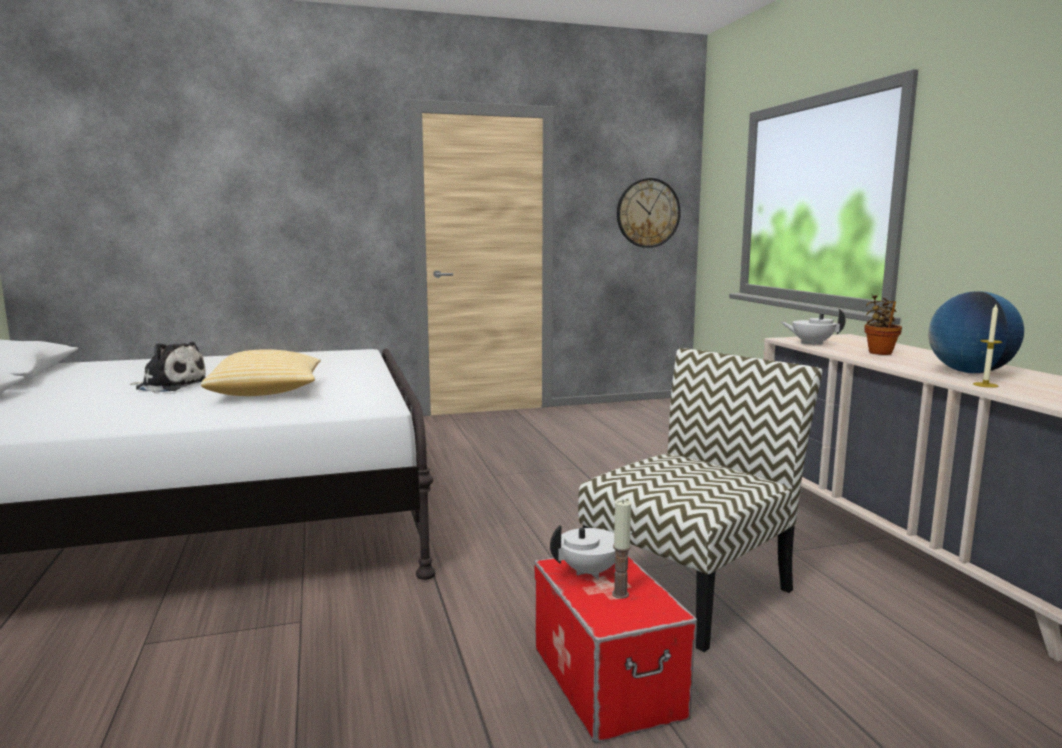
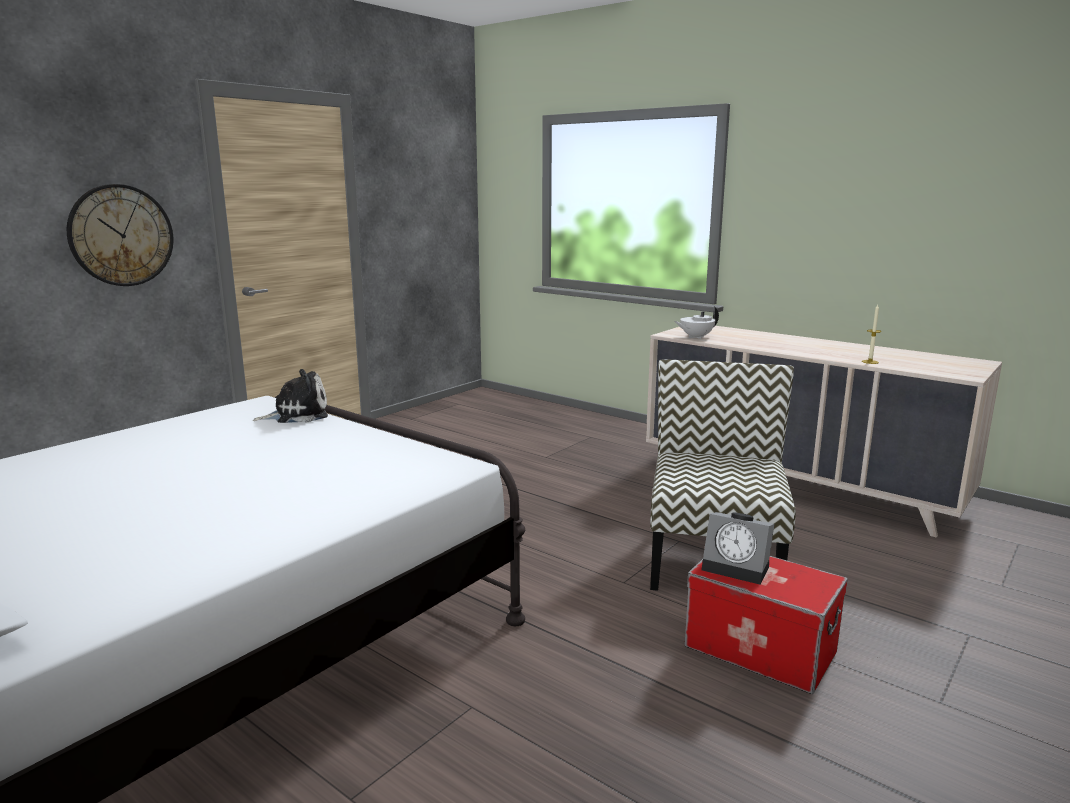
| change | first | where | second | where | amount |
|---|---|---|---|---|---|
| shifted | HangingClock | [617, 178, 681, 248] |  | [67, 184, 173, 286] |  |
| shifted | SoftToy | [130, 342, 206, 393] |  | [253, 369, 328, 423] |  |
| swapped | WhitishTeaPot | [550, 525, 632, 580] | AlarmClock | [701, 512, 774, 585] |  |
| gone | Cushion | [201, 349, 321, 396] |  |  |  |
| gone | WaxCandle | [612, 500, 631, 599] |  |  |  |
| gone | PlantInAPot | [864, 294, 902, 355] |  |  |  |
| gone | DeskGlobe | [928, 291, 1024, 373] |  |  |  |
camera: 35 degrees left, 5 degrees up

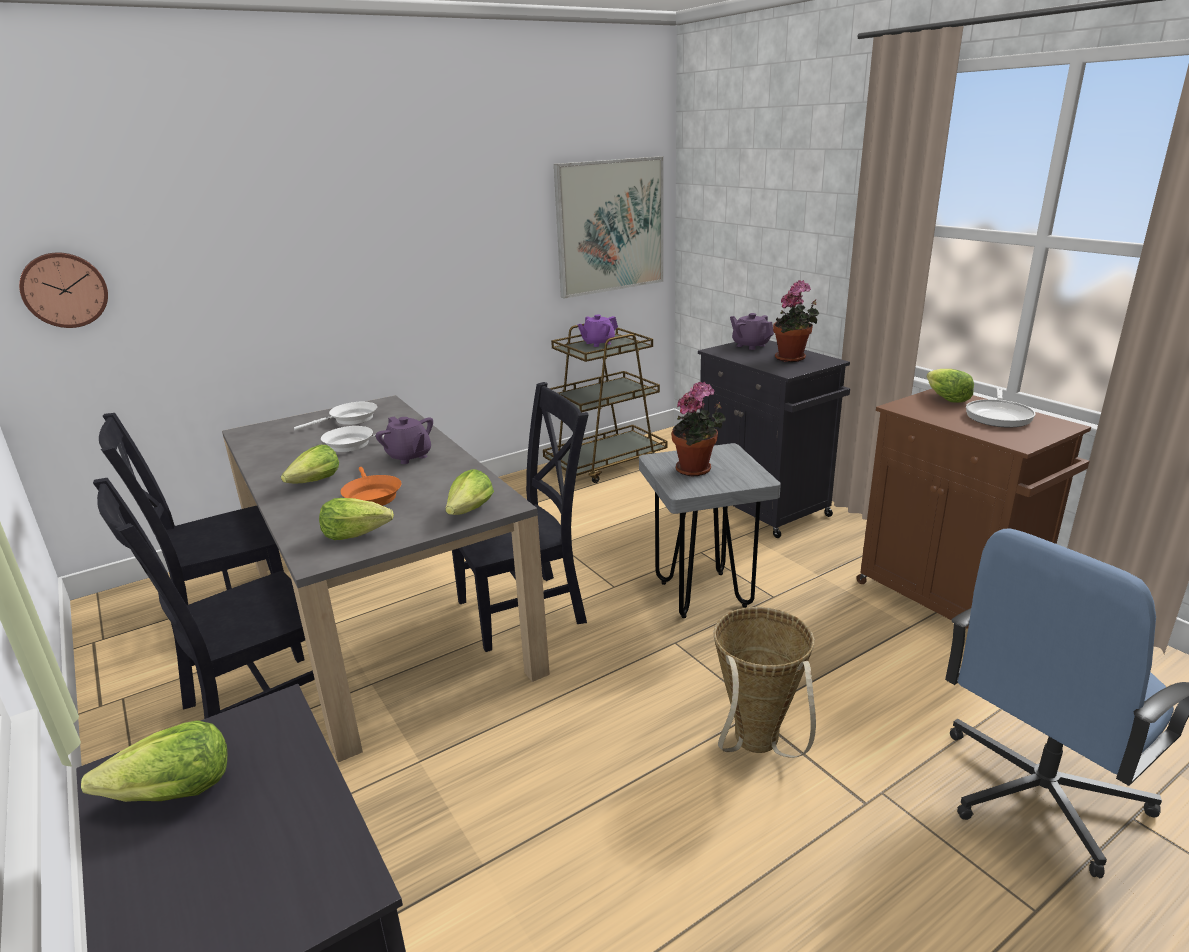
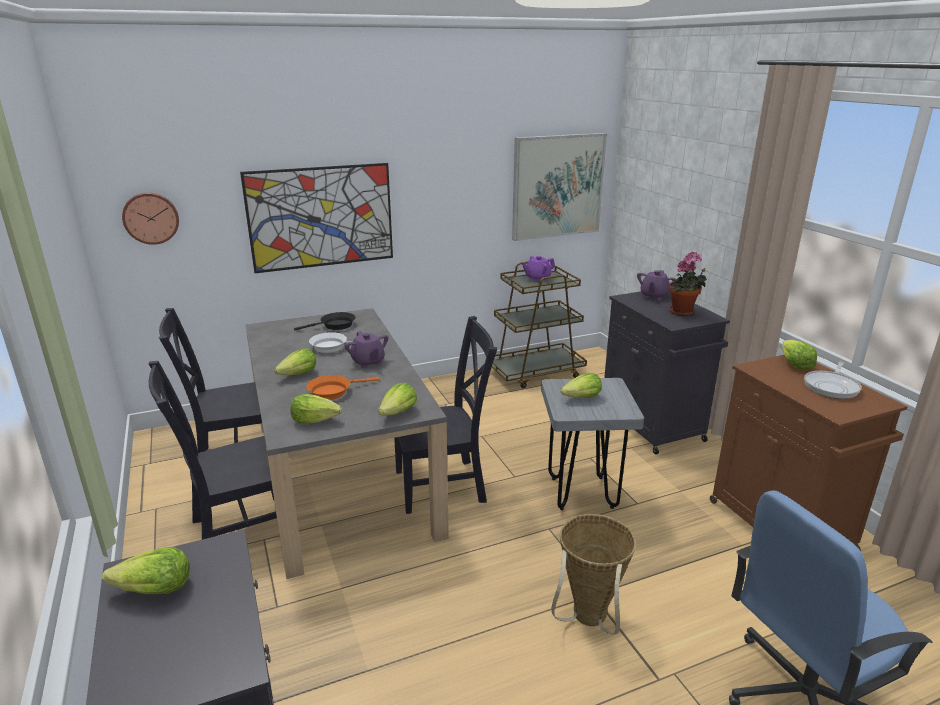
| change | first | where | second | where | amount |
|---|---|---|---|---|---|
| new |  |  | WallPicture | [240, 163, 393, 273] |  |
| repainted | WhitishSkillet | [294, 402, 377, 431] | BlackColouredSkillet | [294, 312, 355, 330] |  |
| rotated | OrangeySkillet | [340, 467, 401, 506] |  | [306, 375, 380, 400] | 75 degrees clockwise |
| swapped | PlantInAPot | [671, 381, 726, 476] | LettuceHead | [560, 373, 602, 398] |  |
| rotated | PurpleColouredTeaPot | [730, 313, 774, 350] |  | [637, 270, 676, 300] | 120 degrees counterclockwise |
camera: 10 degrees right, 0 degrees up

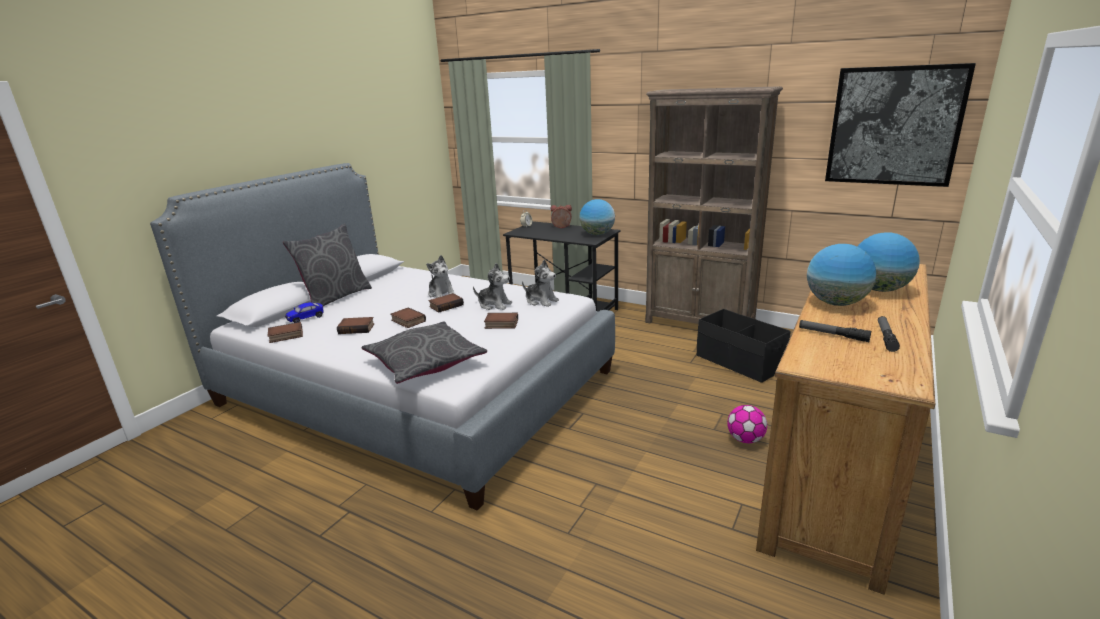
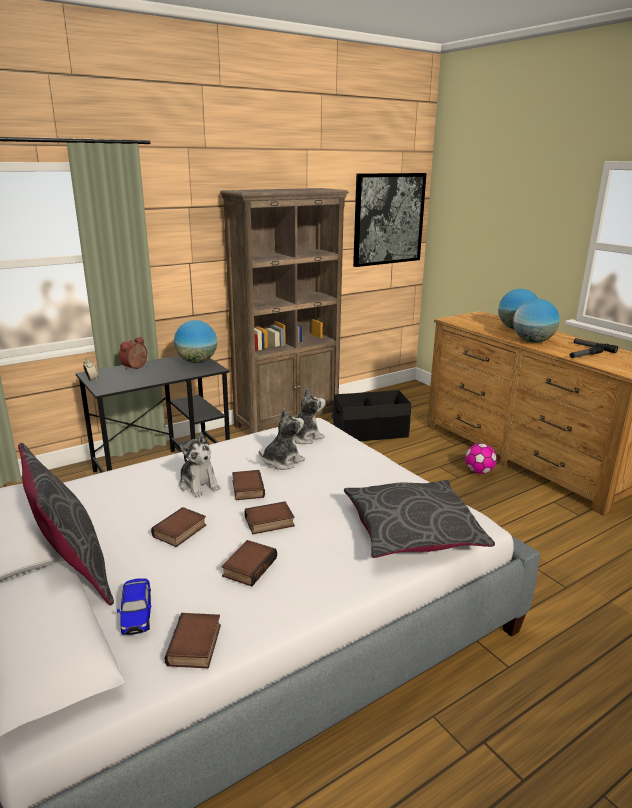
| change | first | where | second | where | amount |
|---|---|---|---|---|---|
| shifted | BoundBook | [484, 313, 518, 329] |  | [151, 507, 206, 547] |  |
| rotated | SoftToy | [426, 255, 456, 298] |  | [179, 432, 221, 497] | 60 degrees clockwise |
camera: 65 degrees left, 0 degrees up

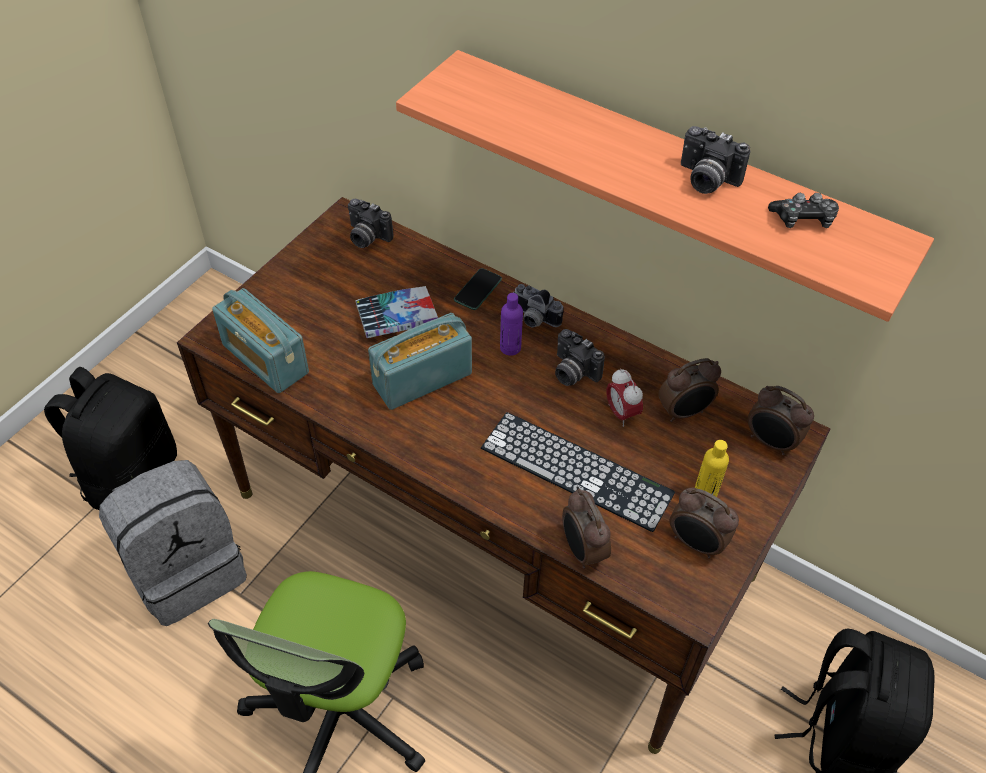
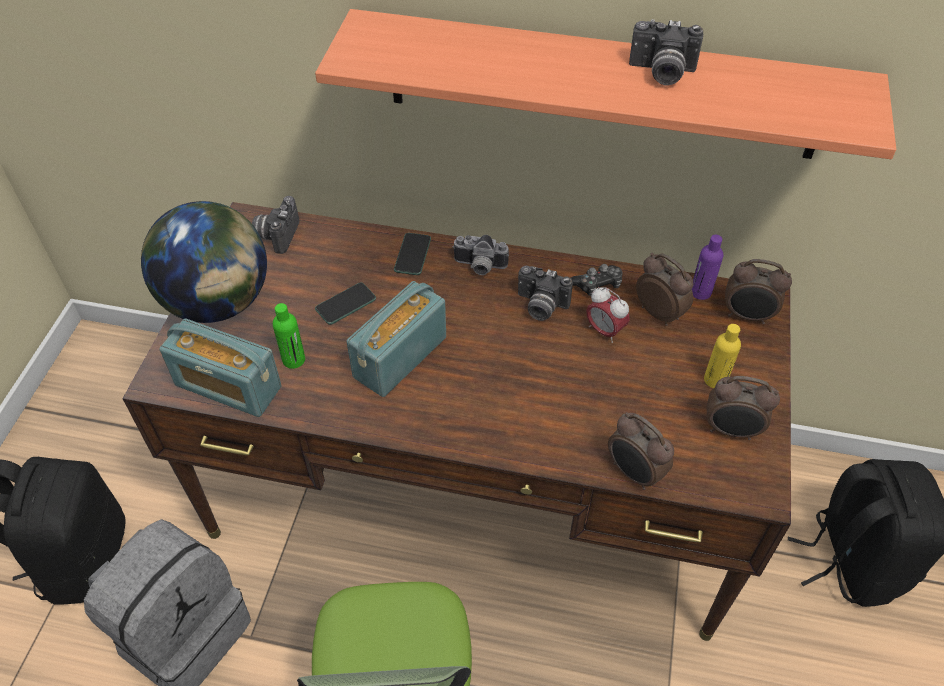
| change | first | where | second | where | amount |
|---|---|---|---|---|---|
| new |  |  | DeskGlobe | [141, 201, 267, 323] |  |
| rotated | StillCamera | [348, 199, 393, 248] |  | [252, 196, 299, 254] | 90 degrees clockwise |
| new |  |  | GreenishDrinkBottle | [273, 303, 305, 369] |  |
| swapped | BoundBook | [356, 286, 438, 338] | Phone | [315, 282, 376, 325] |  |
| shifted | Joypad | [768, 193, 839, 228] |  | [571, 264, 623, 296] |  |
| rotated | AlarmClock | [658, 358, 721, 422] |  | [636, 253, 694, 326] | 90 degrees counterclockwise |
| shifted | PurpleColouredDrinkBottle | [500, 293, 523, 356] |  | [692, 235, 723, 300] |  |
| gone | PcKeyboard | [481, 412, 675, 532] |  |  |  |
camera: 20 degrees left, 0 degrees up

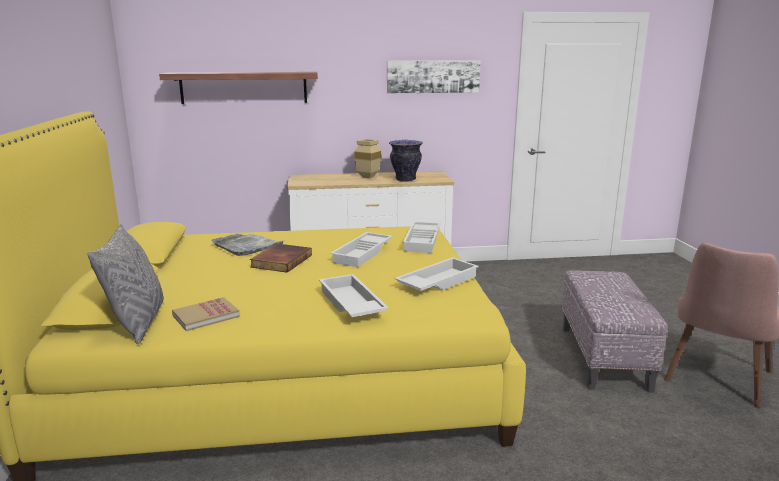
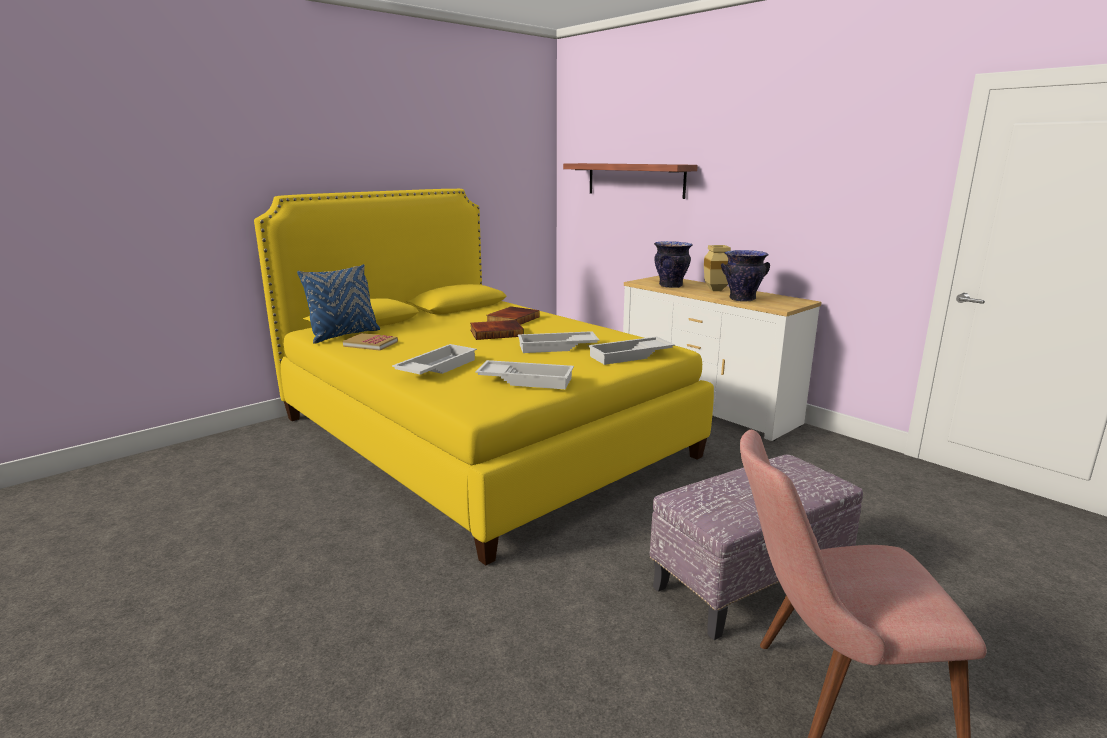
| change | first | where | second | where | amount |
|---|---|---|---|---|---|
| repainted | GreyishCushion | [87, 224, 164, 344] | BlueColouredCushion | [297, 264, 380, 344] |  |
| swapped | GreyishTray | [212, 234, 283, 256] | BoundBook | [486, 306, 539, 325] |  |
| new |  |  | FlowerVase | [654, 241, 693, 288] |  |
| gone | WallPicture | [387, 60, 481, 93] |  |  |  |
camera: 55 degrees right, 0 degrees up

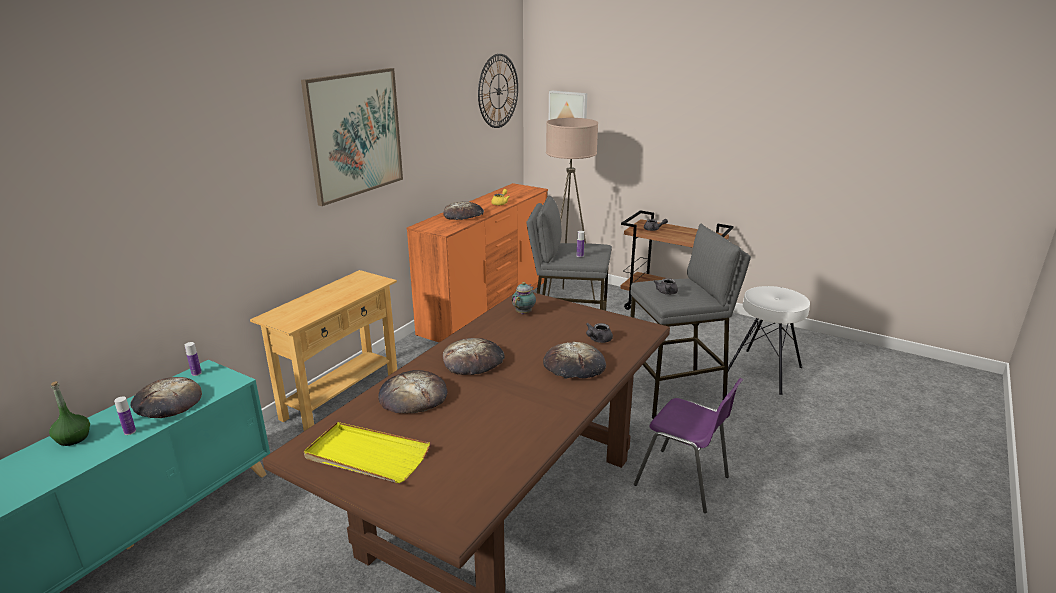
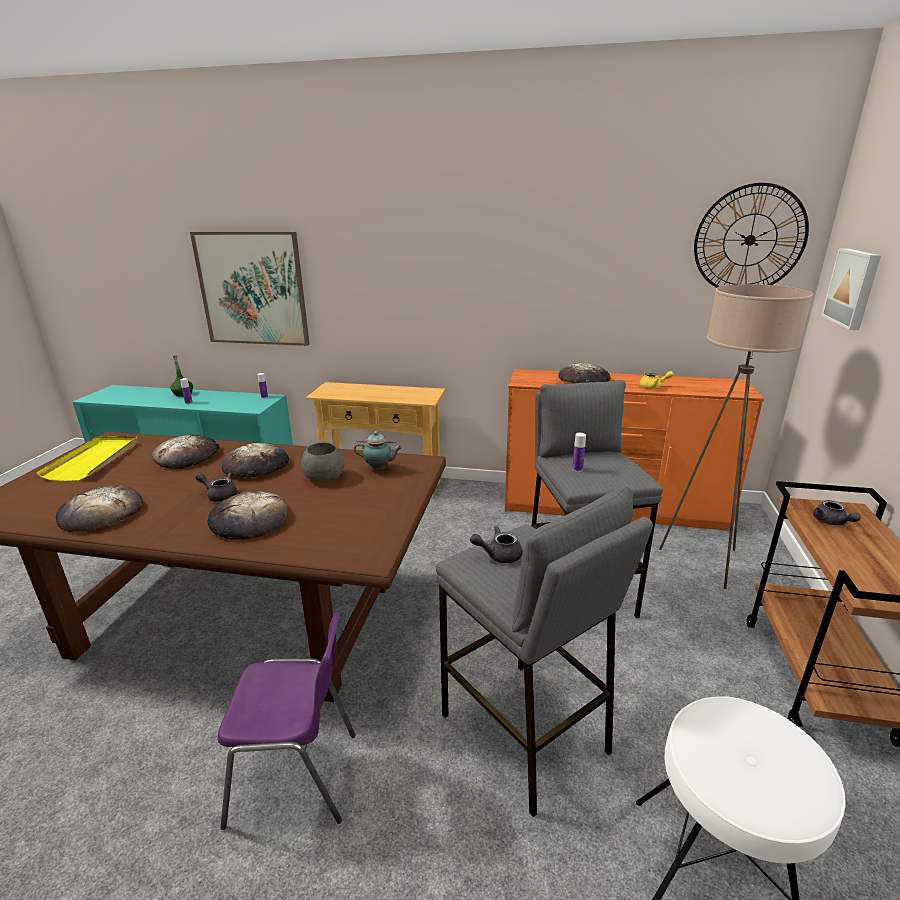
| change | first | where | second | where | amount |
|---|---|---|---|---|---|
| shifted | BakedBread | [130, 377, 202, 418] |  | [56, 485, 143, 532] |  |
| shifted | WallPicture | [301, 68, 403, 206] |  | [190, 232, 310, 346] |  |
| shifted | GreyishTeaPot | [586, 323, 613, 343] |  | [195, 473, 237, 502] |  |
| rotated | PurpleColouredChair | [634, 378, 743, 513] |  | [217, 613, 356, 830] | 105 degrees counterclockwise |
| new |  |  | GreyishDeepDish | [301, 442, 345, 482] |  |
camera: 70 degrees right, 0 degrees up

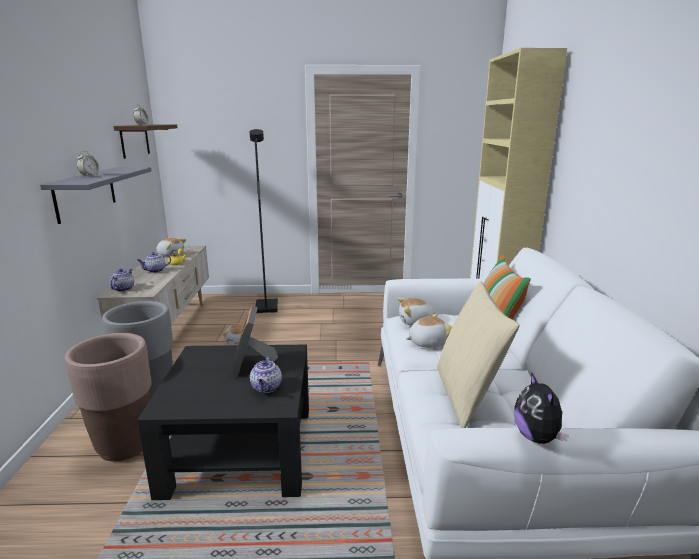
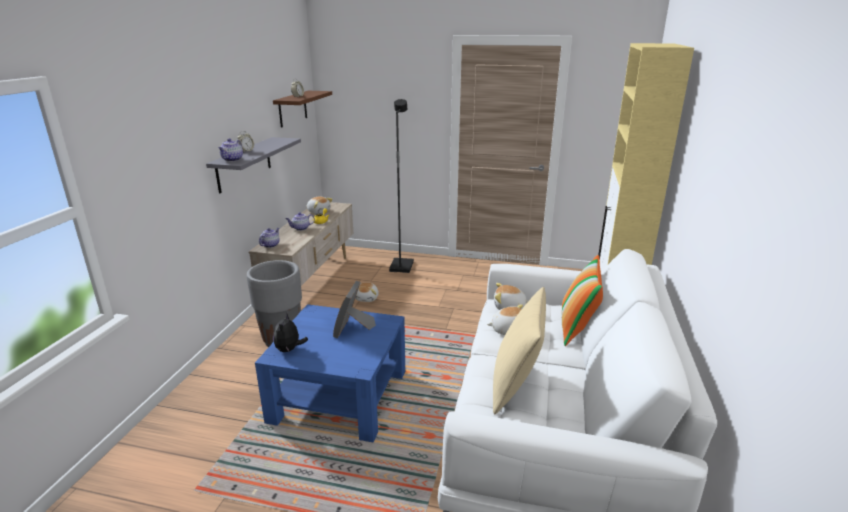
| change | first | where | second | where | amount |
|---|---|---|---|---|---|
| shifted | TeaPot | [250, 356, 282, 393] |  | [219, 138, 243, 162] |  |
| repainted | BlackColouredCoffeeTable | [137, 345, 309, 500] | BlueColouredCoffeeTable | [255, 304, 405, 443] |  |
| shifted | SoftToy | [514, 372, 569, 444] |  | [273, 314, 308, 352] |  |
| gone | BrownishPlanter | [65, 333, 152, 461] |  |  |  |
camera: 15 degrees right, 5 degrees up

